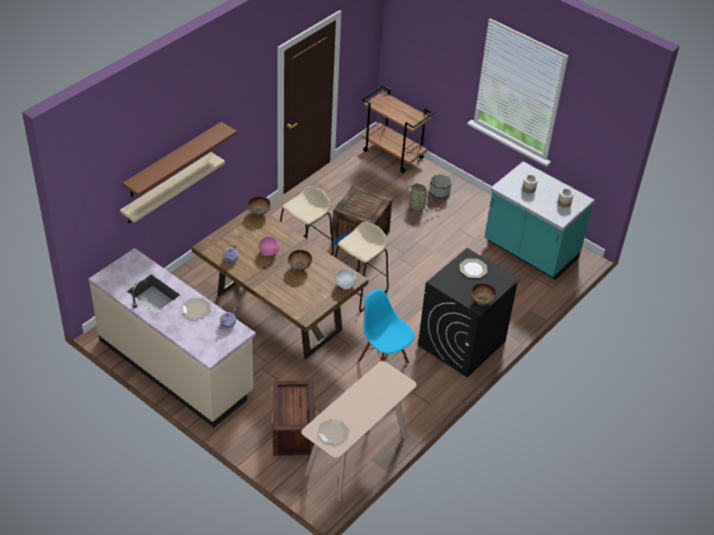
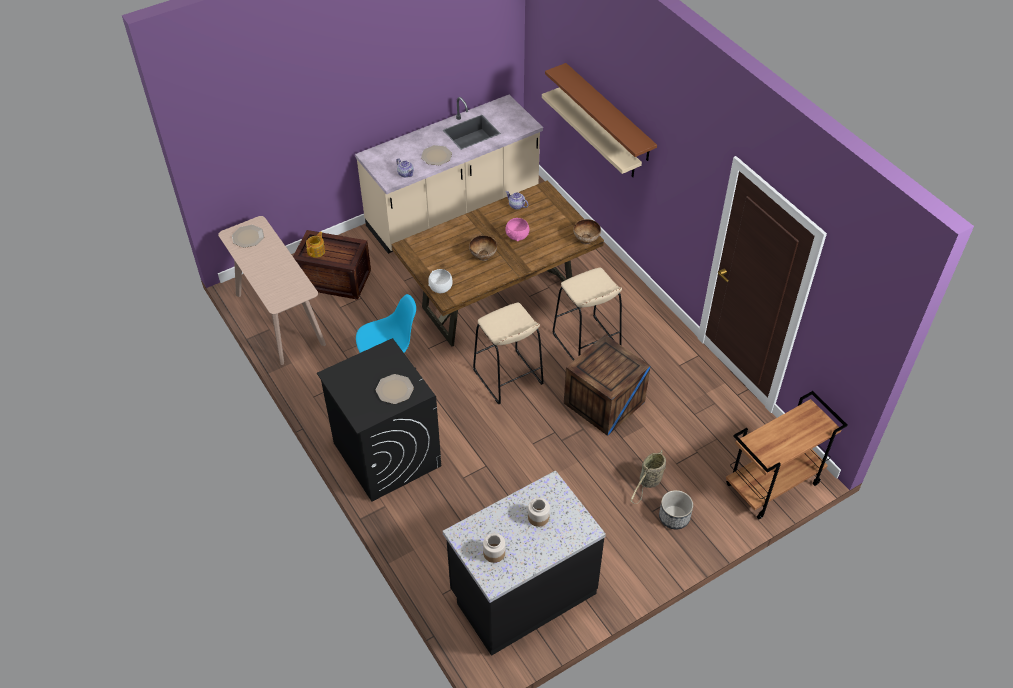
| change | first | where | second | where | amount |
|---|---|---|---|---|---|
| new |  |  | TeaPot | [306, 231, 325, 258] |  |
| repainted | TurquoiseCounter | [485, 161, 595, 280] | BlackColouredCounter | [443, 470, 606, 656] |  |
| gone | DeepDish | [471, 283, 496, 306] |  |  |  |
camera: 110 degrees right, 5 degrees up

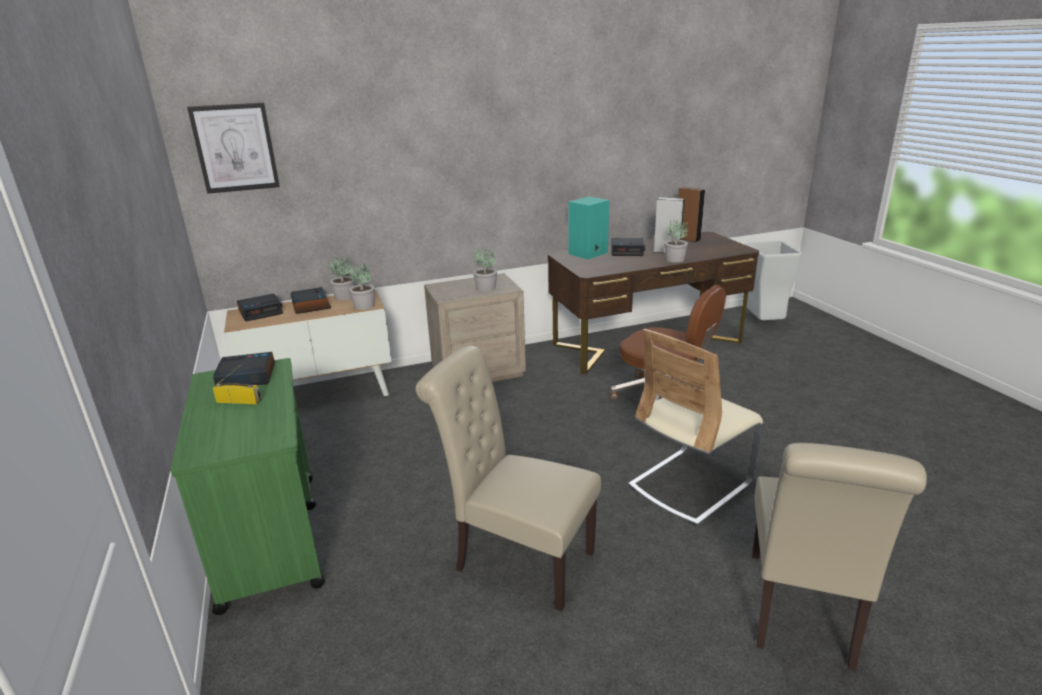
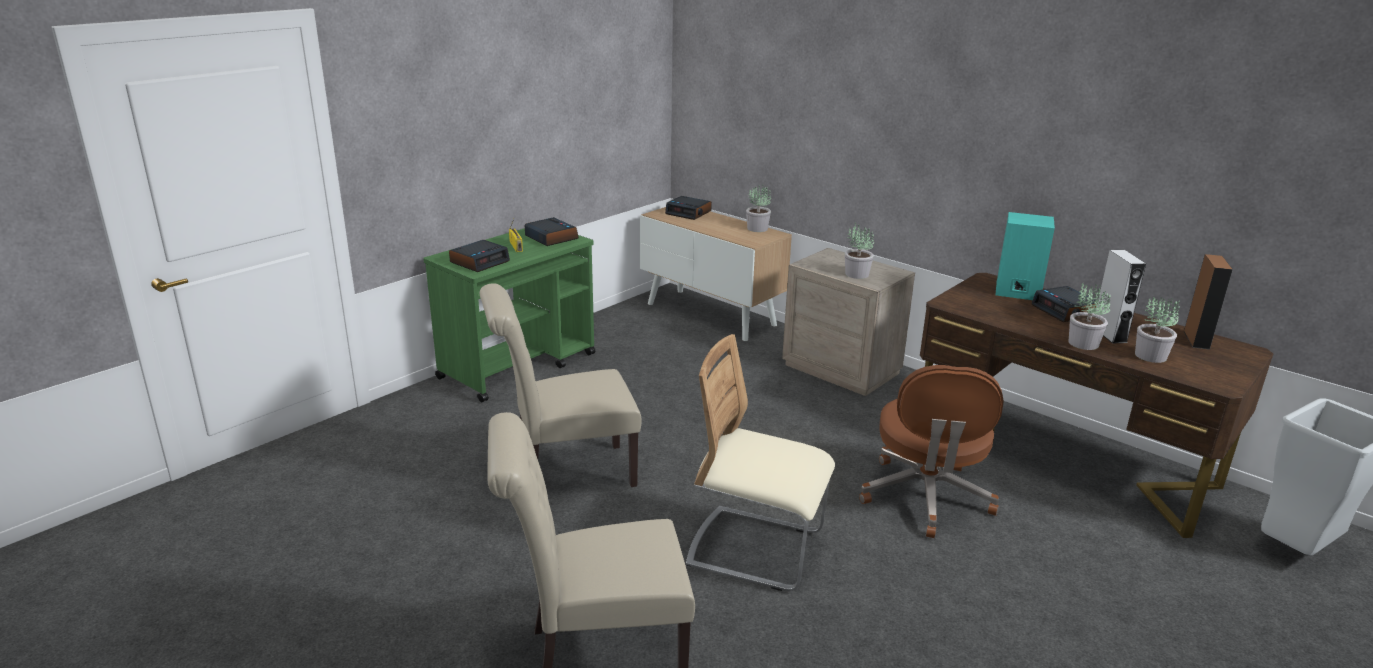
| change | first | where | second | where | amount |
|---|---|---|---|---|---|
| shifted | AlarmClock | [291, 287, 331, 314] |  | [449, 240, 510, 272] |  |
| rotated | SandColouredChair | [415, 346, 601, 612] |  | [480, 283, 641, 487] | 105 degrees counterclockwise |
| shifted | PlantInAPot | [349, 264, 375, 310] |  | [1135, 297, 1180, 363] |  |
| gone | WallPicture | [187, 103, 280, 194] |  |  |  |
camera: 60 degrees right, 0 degrees up

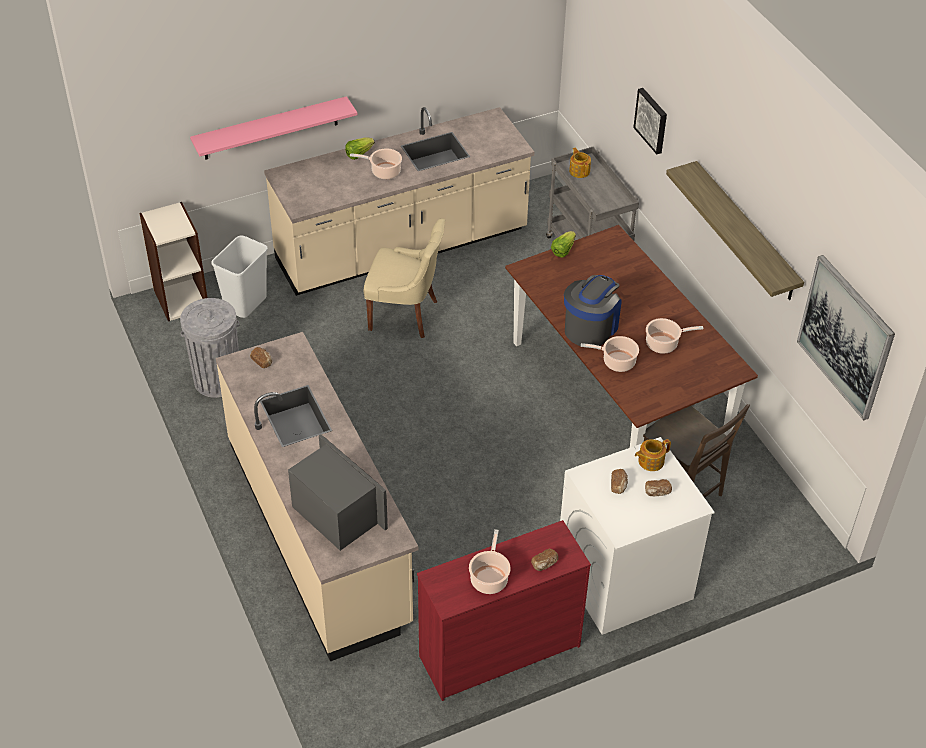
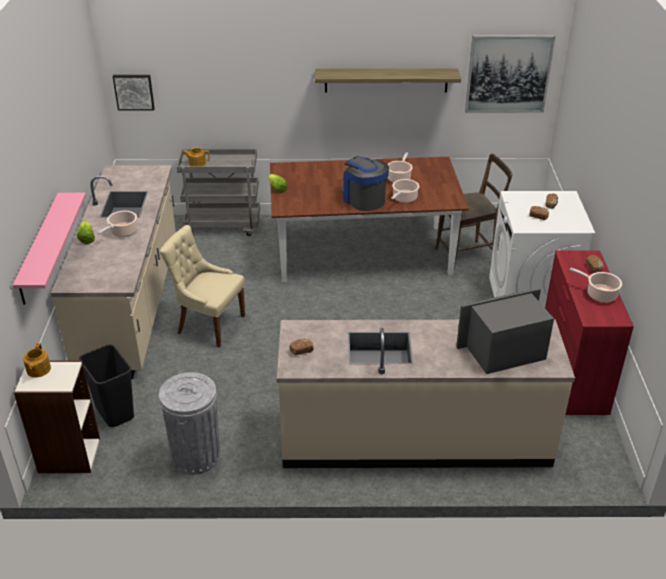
| change | first | where | second | where | amount |
|---|---|---|---|---|---|
| shifted | TeaPot | [635, 439, 671, 471] |  | [23, 343, 51, 377] |  |
| repainted | WhitishWasteBin | [211, 235, 268, 318] | BlackColouredWasteBin | [79, 344, 134, 427] |  |
| shifted | WallPicture | [633, 88, 667, 155] |  | [112, 75, 155, 111] |  |
| rotated | SandColouredChair | [364, 218, 445, 338] |  | [160, 225, 245, 347] | 105 degrees counterclockwise |
camera: 65 degrees left, 10 degrees down

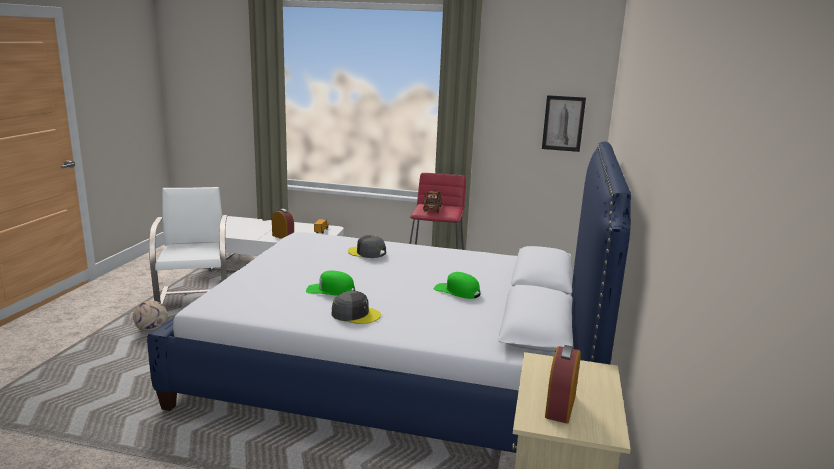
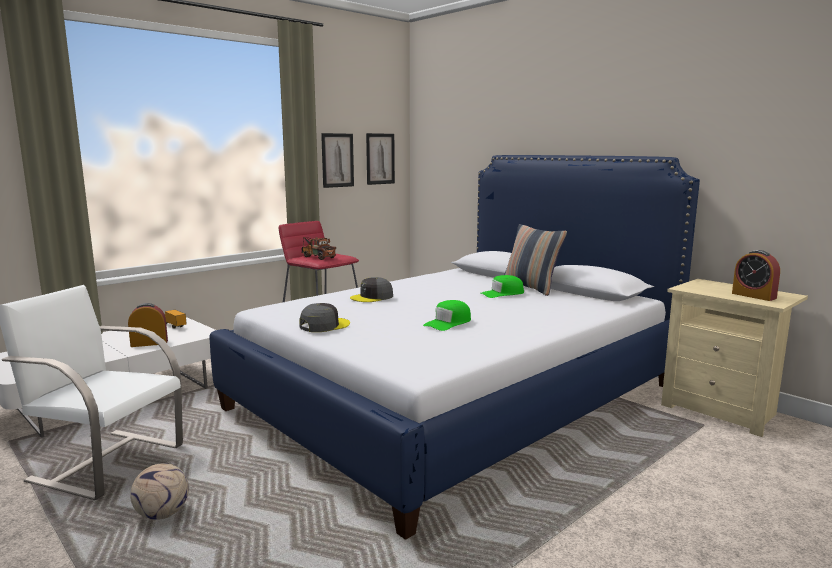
| change | first | where | second | where | amount |
|---|---|---|---|---|---|
| shifted | GreyishCap | [332, 291, 381, 324] |  | [299, 303, 350, 332] |  |
| new |  |  | WallPicture | [321, 133, 354, 188] |  |
| new |  |  | Cushion | [504, 224, 567, 296] |  |
camera: 55 degrees left, 5 degrees down

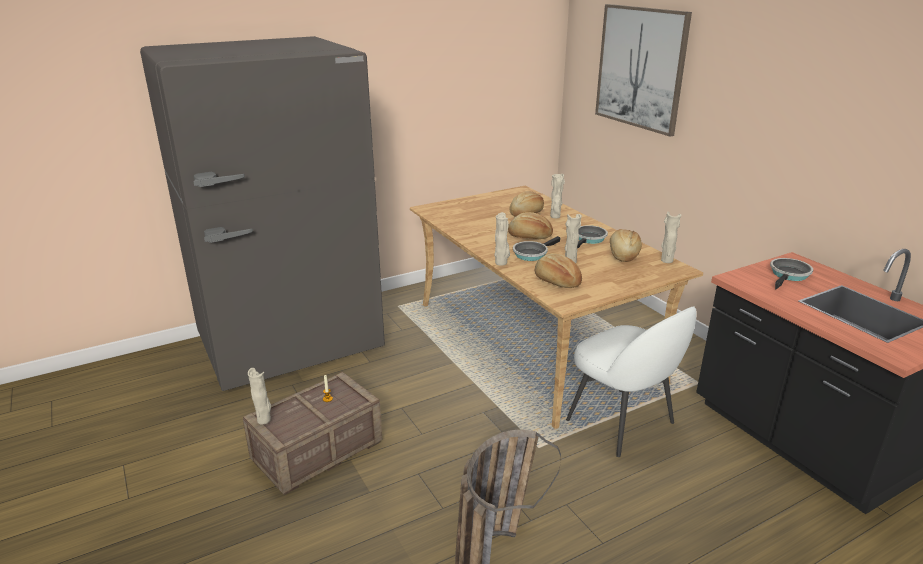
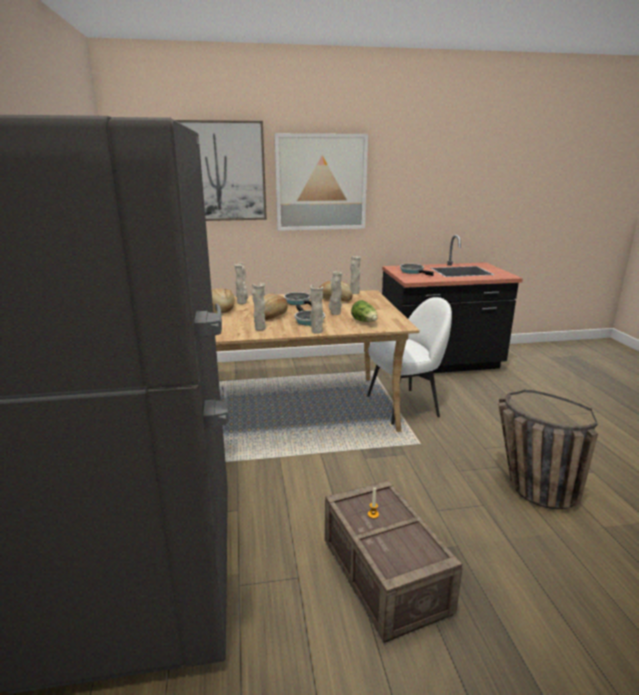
| change | first | where | second | where | amount |
|---|---|---|---|---|---|
| shifted | SandColouredFlowerVase | [248, 368, 271, 424] |  | [252, 283, 266, 330] |  |
| new |  |  | WallPicture | [274, 133, 368, 231] |  |
| swapped | BakedBread | [534, 253, 582, 288] | LettuceHead | [351, 300, 378, 322] |  |
camera: 70 degrees left, 5 degrees down

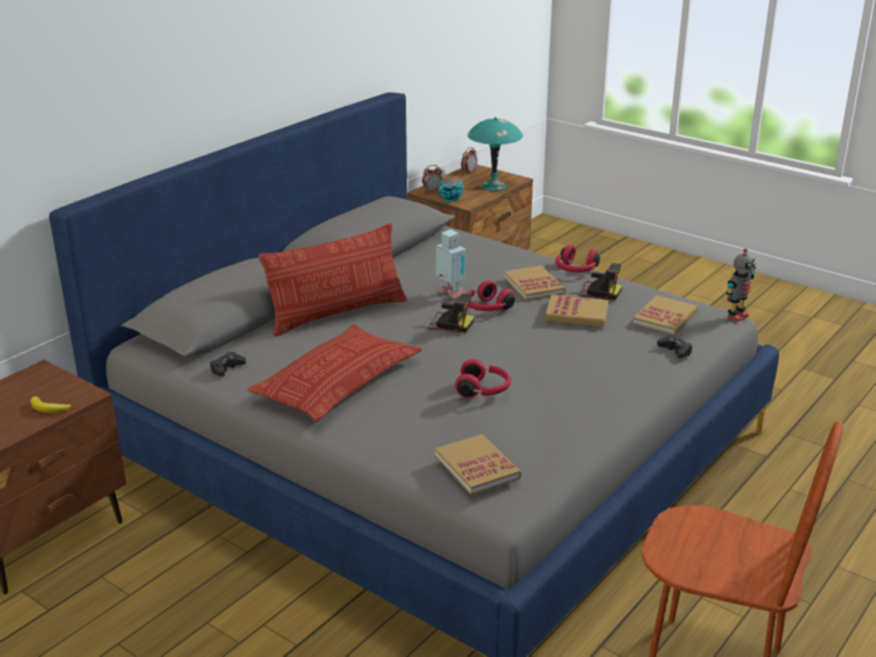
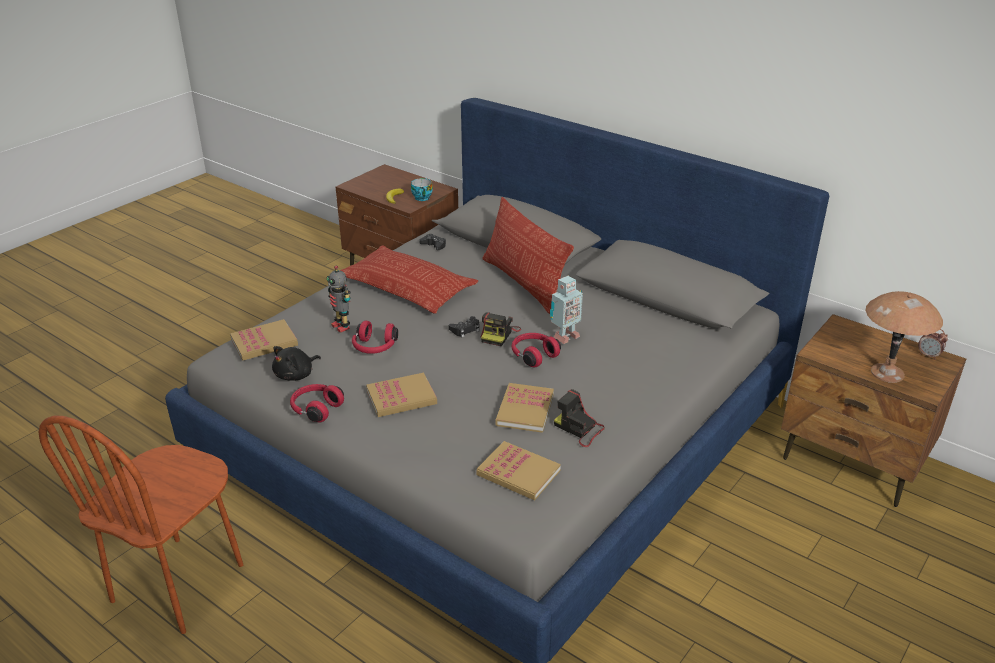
| change | first | where | second | where | amount |
|---|---|---|---|---|---|
| new |  |  | BlackColouredSoftToy | [272, 346, 321, 381] |  |
| shifted | RedColouredPairOfHeadphones | [555, 245, 600, 273] |  | [290, 384, 344, 423] |  |
| shifted | RobotFigure | [726, 248, 756, 322] |  | [326, 266, 351, 333] |  |
| shifted | BoundBook | [504, 265, 566, 301] |  | [366, 372, 437, 417] |  |
| shifted | SmallCup | [439, 178, 463, 202] |  | [411, 178, 433, 201] |  |
| shifted | BlackColouredJoypad | [657, 335, 692, 358] |  | [449, 316, 480, 337] |  |
| rotated | StillCamera | [579, 263, 622, 300] |  | [554, 389, 605, 447] | 105 degrees clockwise |
| repainted | TurquoiseTabletopLamp | [467, 117, 523, 191] | BrownishTabletopLamp | [865, 291, 943, 383] |  |
| gone | AlarmClock | [422, 165, 442, 192] |  |  |  |
camera: 90 degrees right, 5 degrees up

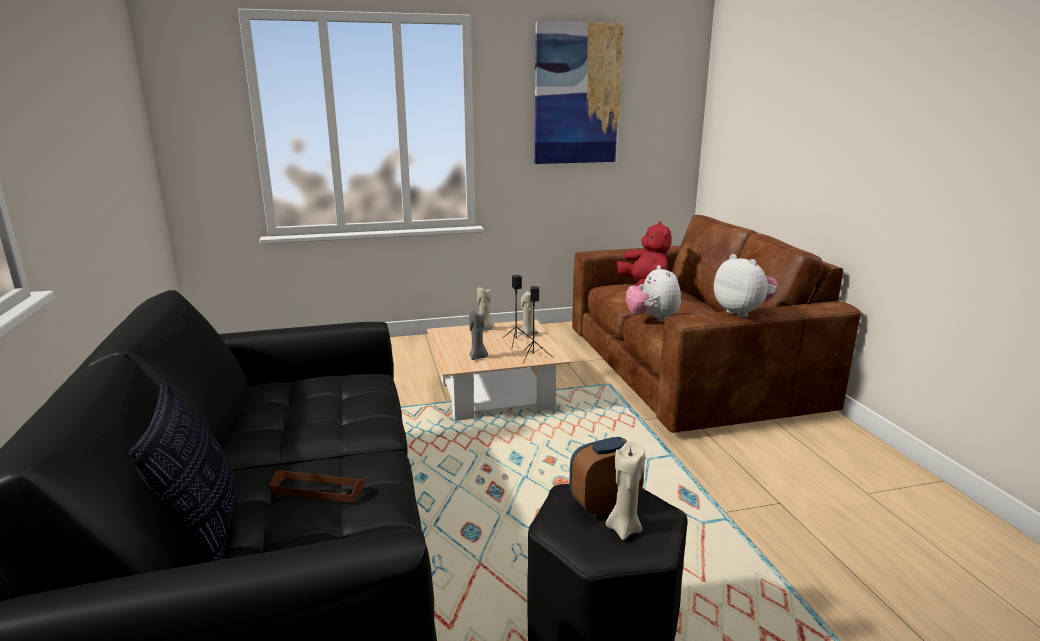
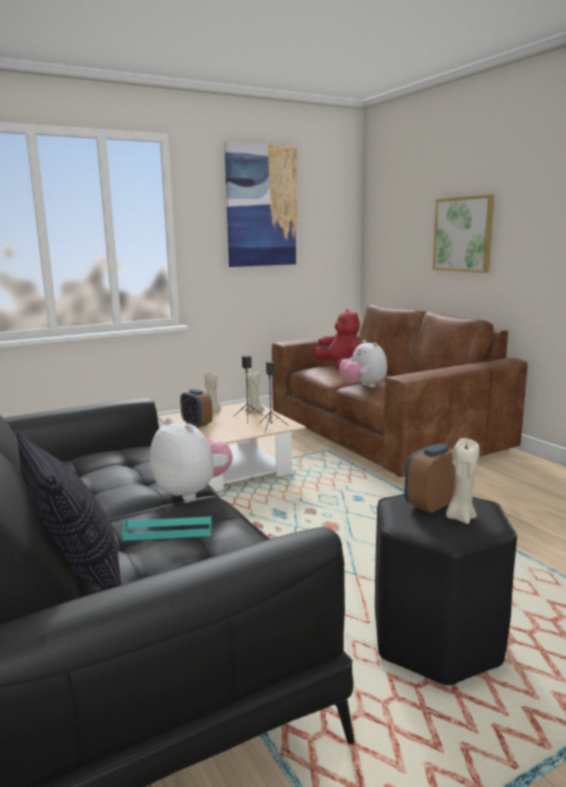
| change | first | where | second | where | amount |
|---|---|---|---|---|---|
| repainted | BrownishTray | [269, 470, 364, 503] | TurquoiseTray | [122, 516, 212, 541] |  |
| shifted | SoftToy | [714, 254, 778, 318] |  | [150, 417, 233, 501] |  |
| new |  |  | AlarmClock | [180, 389, 213, 428] |  |
| new |  |  | WallPicture | [433, 194, 494, 273] |  |
| gone | GreyishWaxCandle | [469, 310, 488, 360] |  |  |  |
camera: 15 degrees left, 5 degrees down

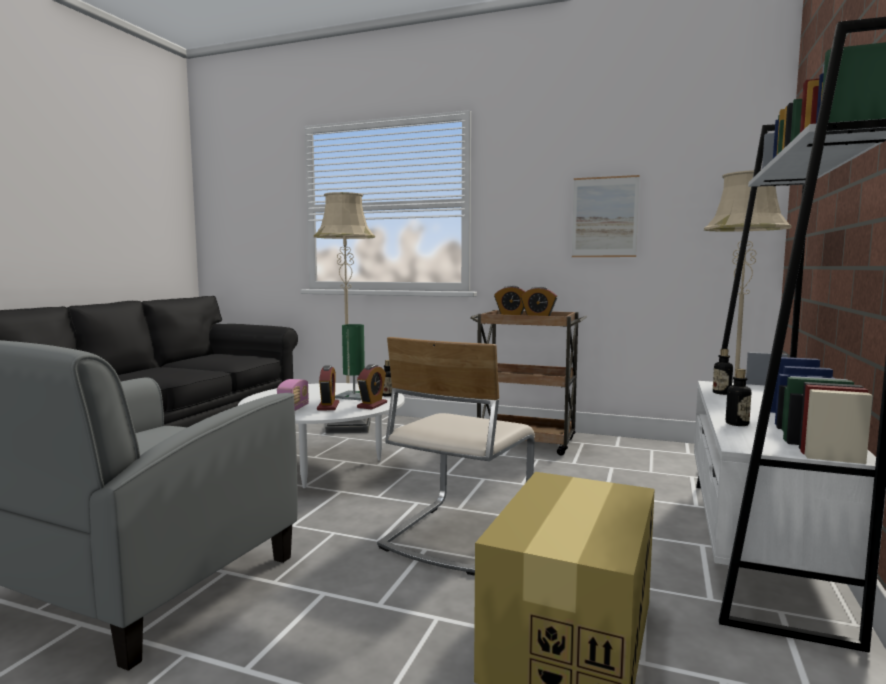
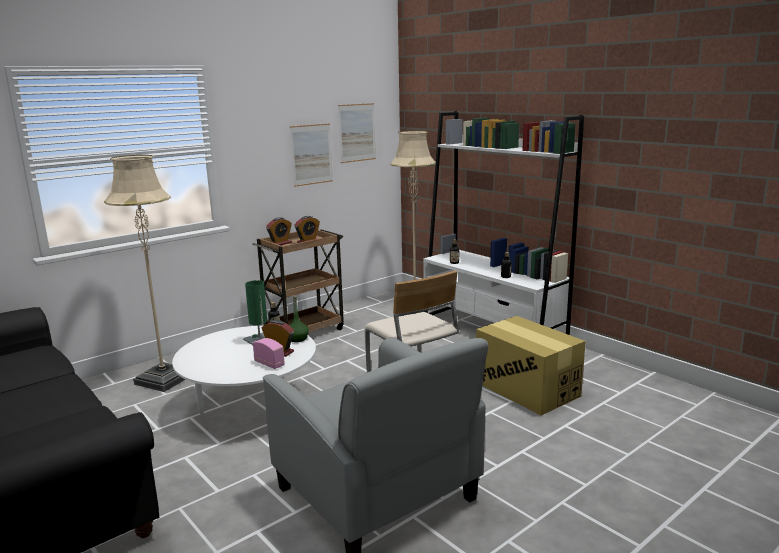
| change | first | where | second | where | amount |
|---|---|---|---|---|---|
| swapped | AlarmClock | [357, 364, 387, 409] | GreenishDrinkBottle | [289, 296, 309, 342] |  |
| new |  |  | WallPicture | [338, 103, 376, 163] |  |
camera: 60 degrees left, 10 degrees up

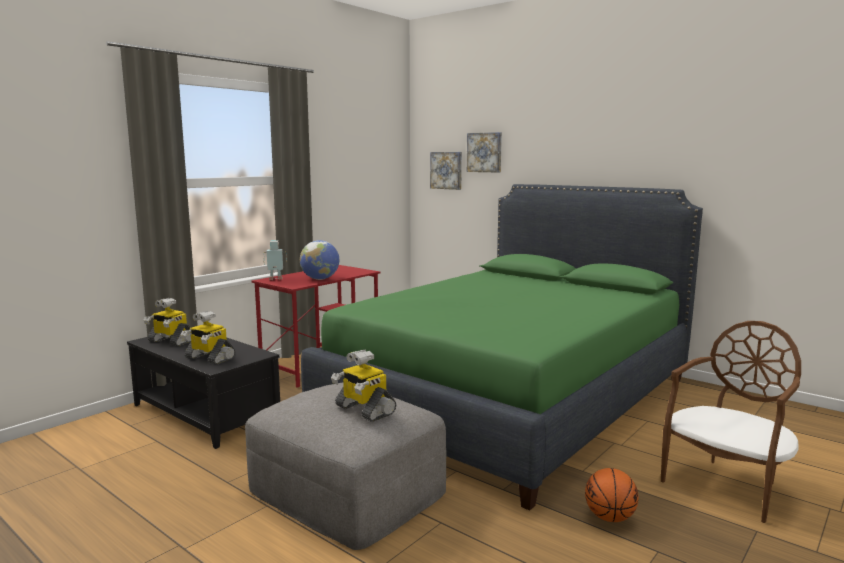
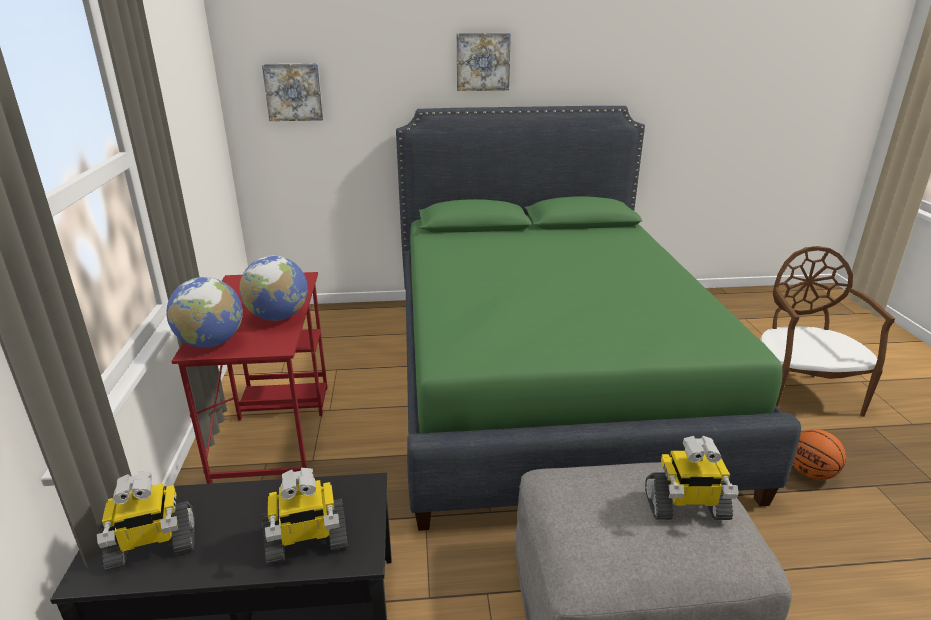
| change | first | where | second | where | amount |
|---|---|---|---|---|---|
| swapped | RobotFigure | [264, 240, 287, 280] | DeskGlobe | [166, 277, 243, 347] |  |
| shifted | WallPicture | [467, 132, 502, 172] |  | [457, 33, 511, 91] |  |
camera: 45 degrees left, 15 degrees up

